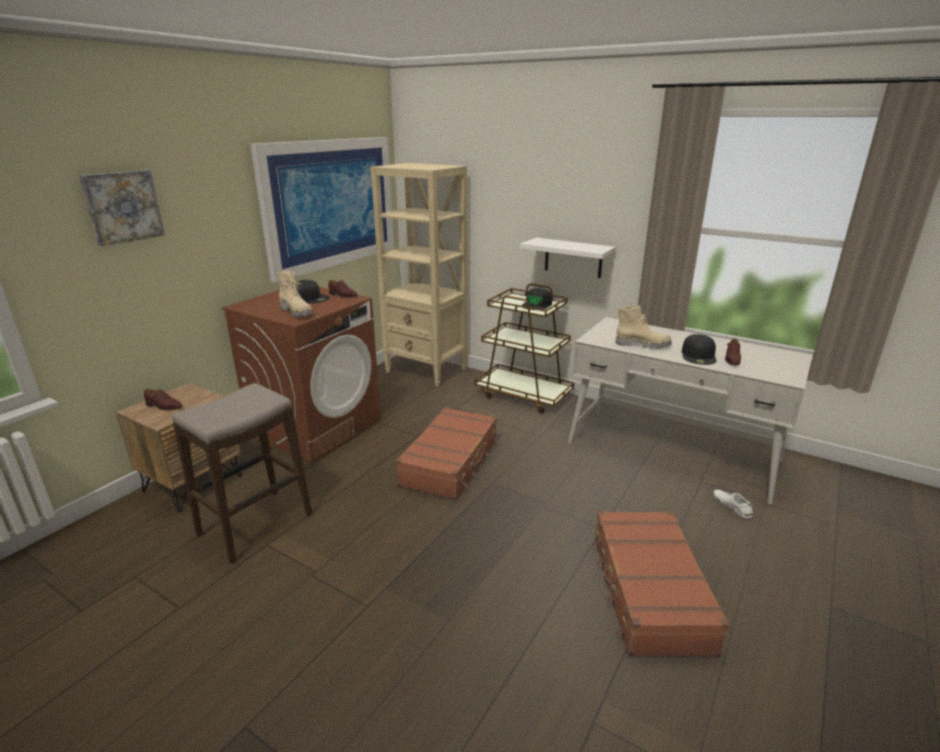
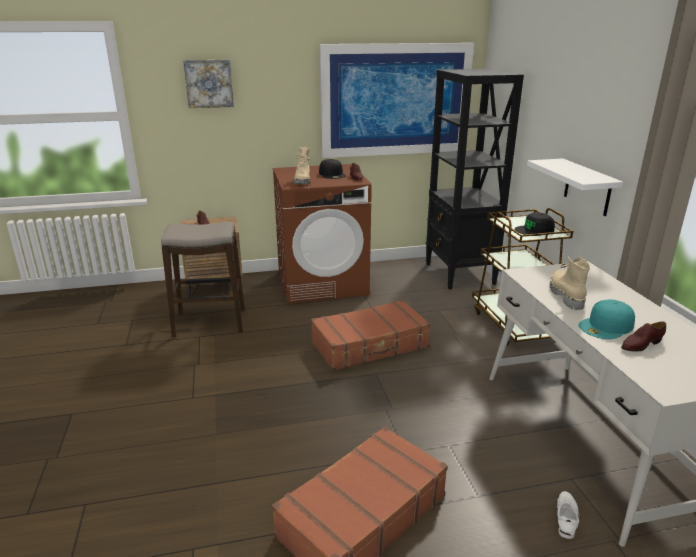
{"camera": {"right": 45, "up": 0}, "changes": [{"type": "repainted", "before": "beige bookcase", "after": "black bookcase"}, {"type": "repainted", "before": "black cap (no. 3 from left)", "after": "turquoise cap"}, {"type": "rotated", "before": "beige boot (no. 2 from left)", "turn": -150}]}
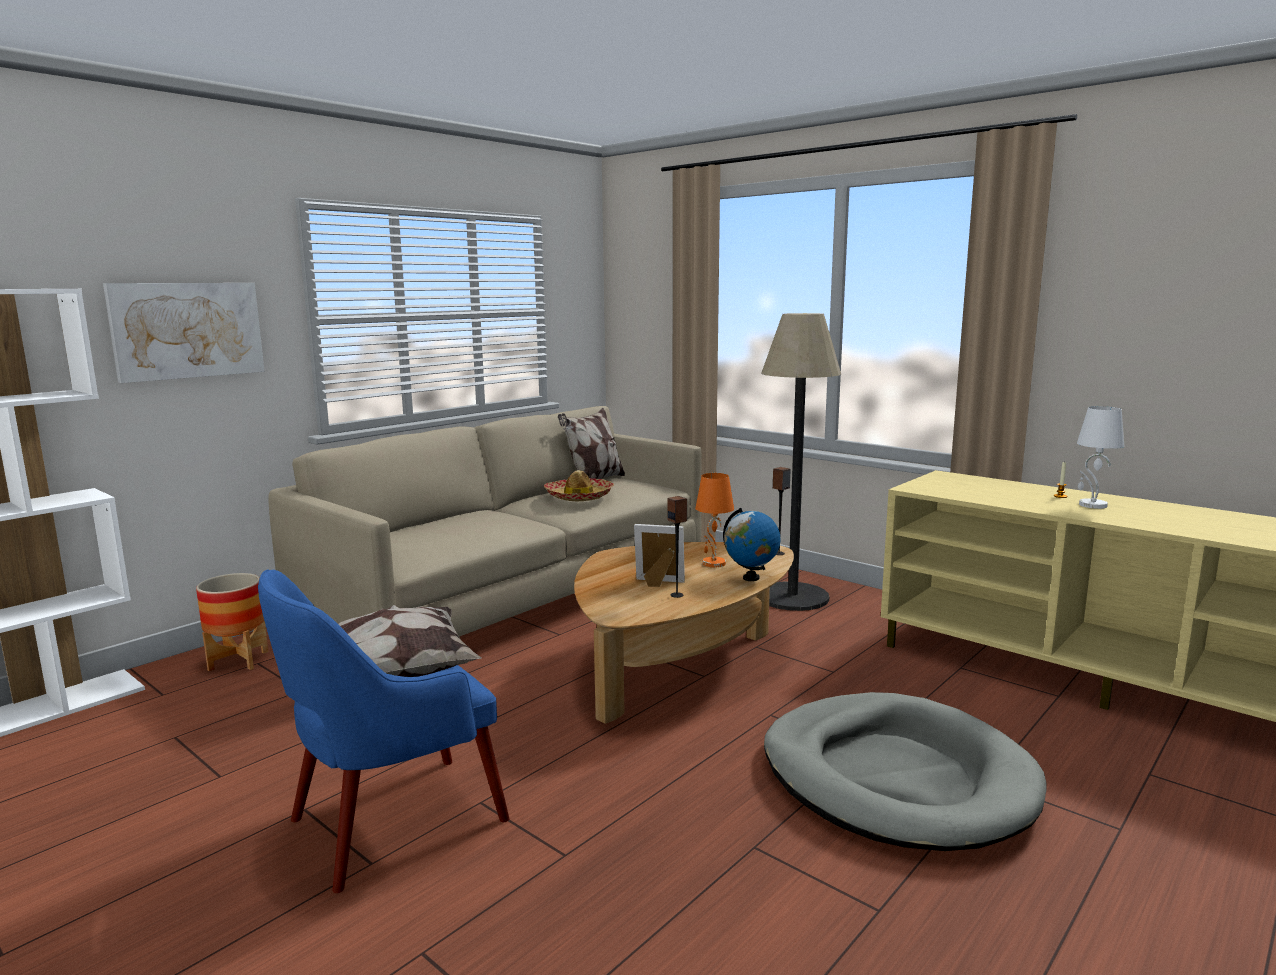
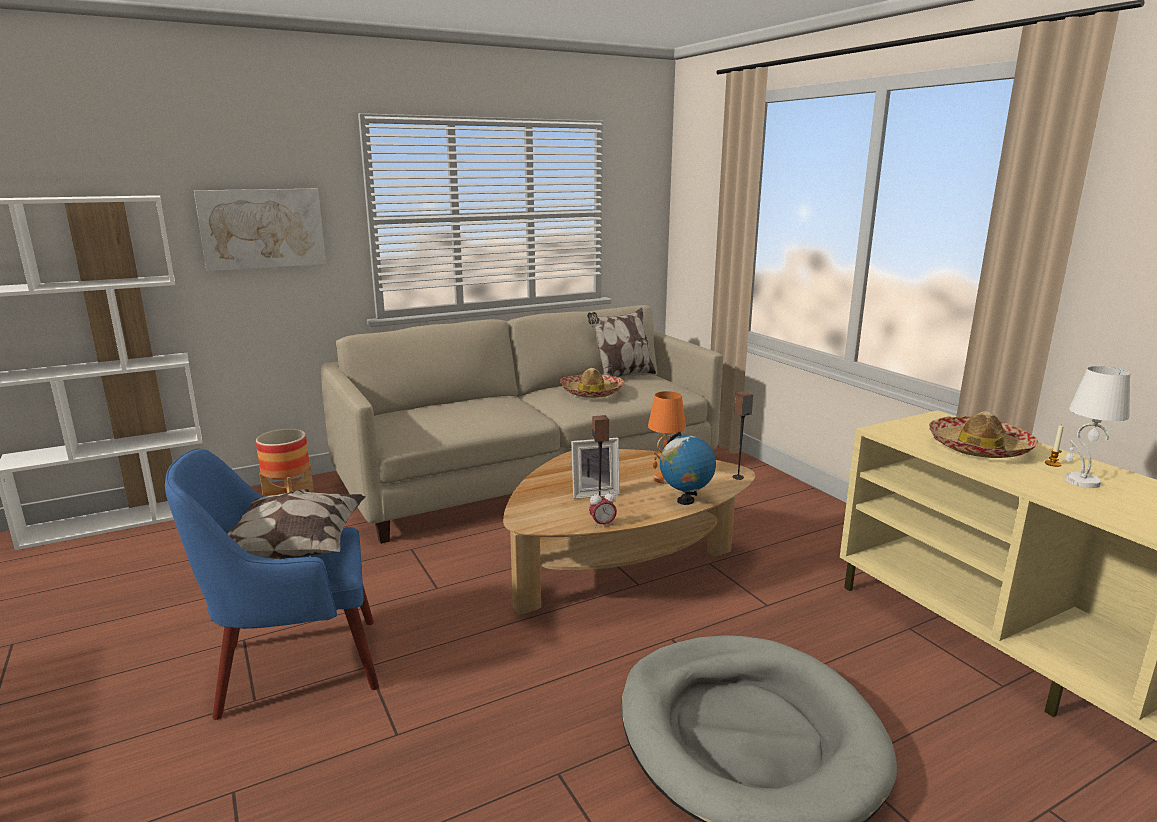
{"camera": {"right": 20, "up": 5}, "changes": [{"type": "gone", "before": "floor lamp"}, {"type": "new", "after": "alarm clock"}, {"type": "new", "after": "hat (no. 2 from left)"}, {"type": "rotated", "before": "picture frame", "turn": 135}]}
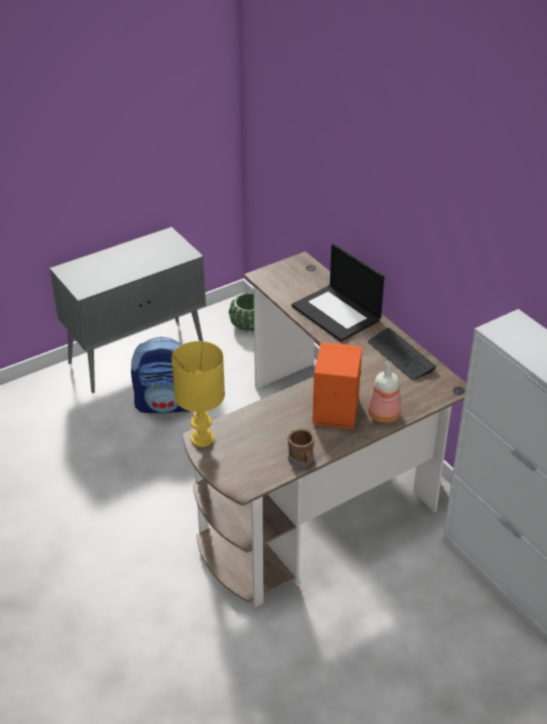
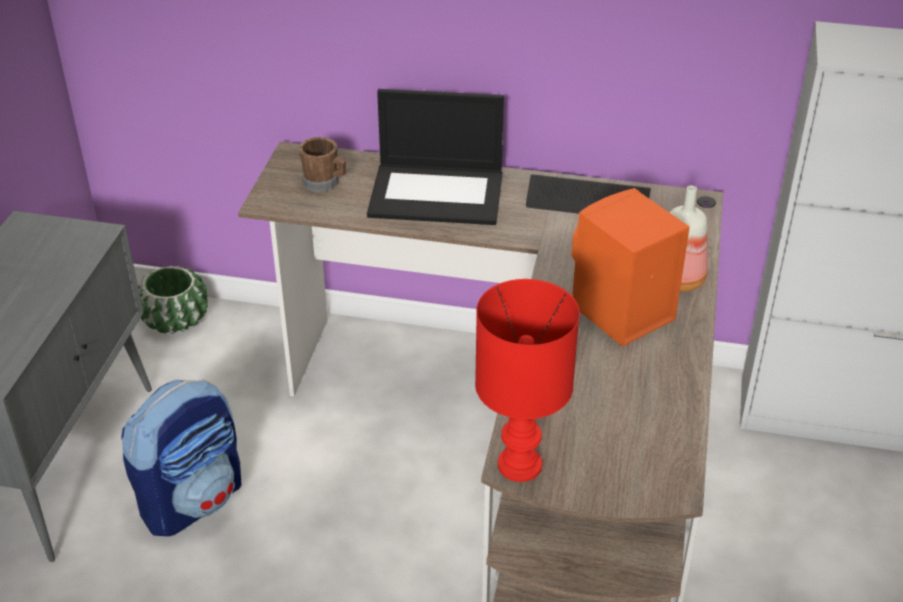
{"camera": {"right": -45, "up": 0}, "changes": [{"type": "shifted", "before": "brown mug"}, {"type": "repainted", "before": "yellow table lamp", "after": "red table lamp"}]}
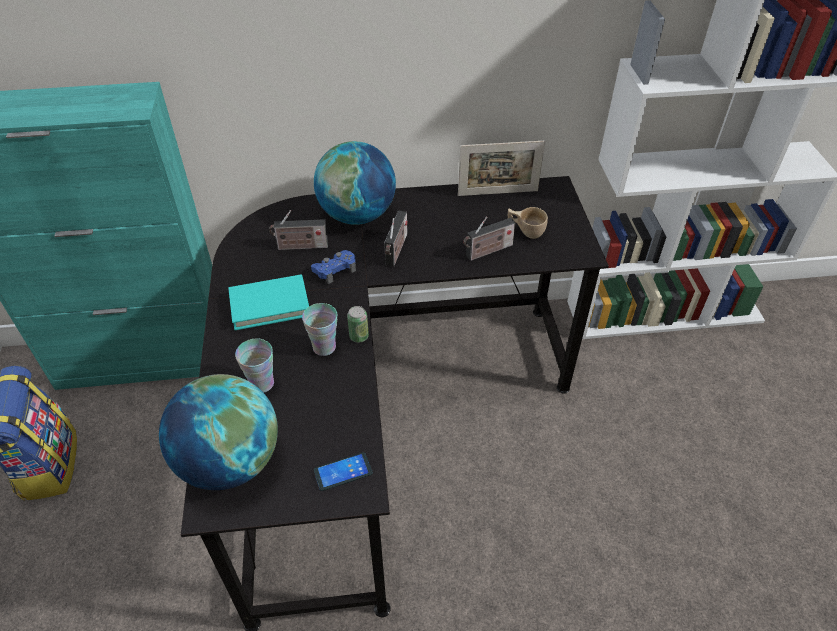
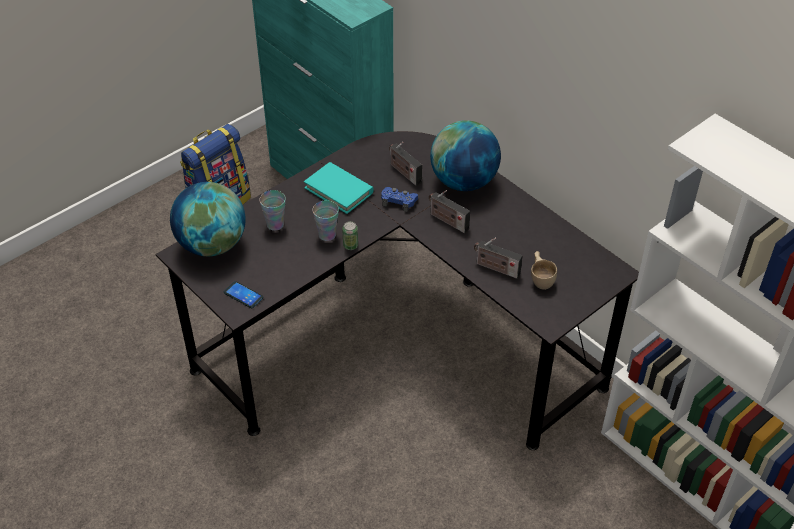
{"camera": {"right": 55, "up": 0}, "changes": [{"type": "gone", "before": "picture frame"}, {"type": "rotated", "before": "radio (no. 2 from left)", "turn": 60}]}
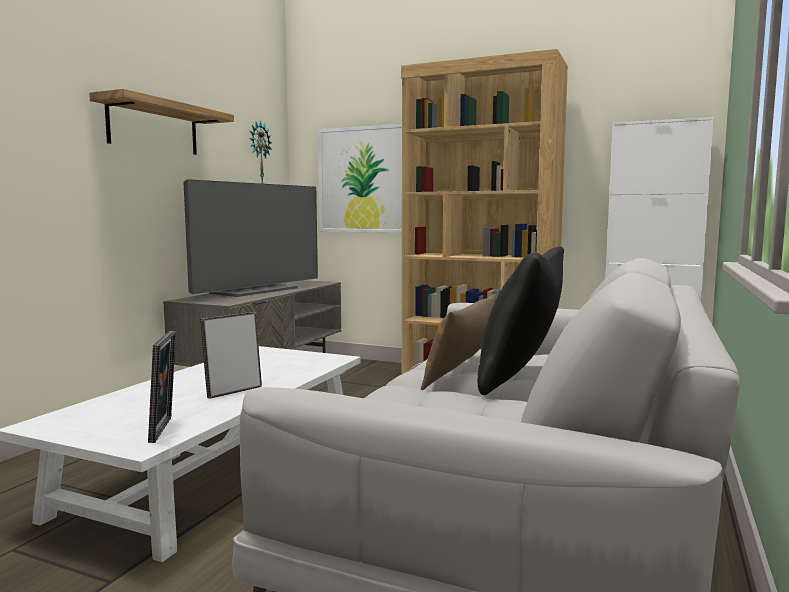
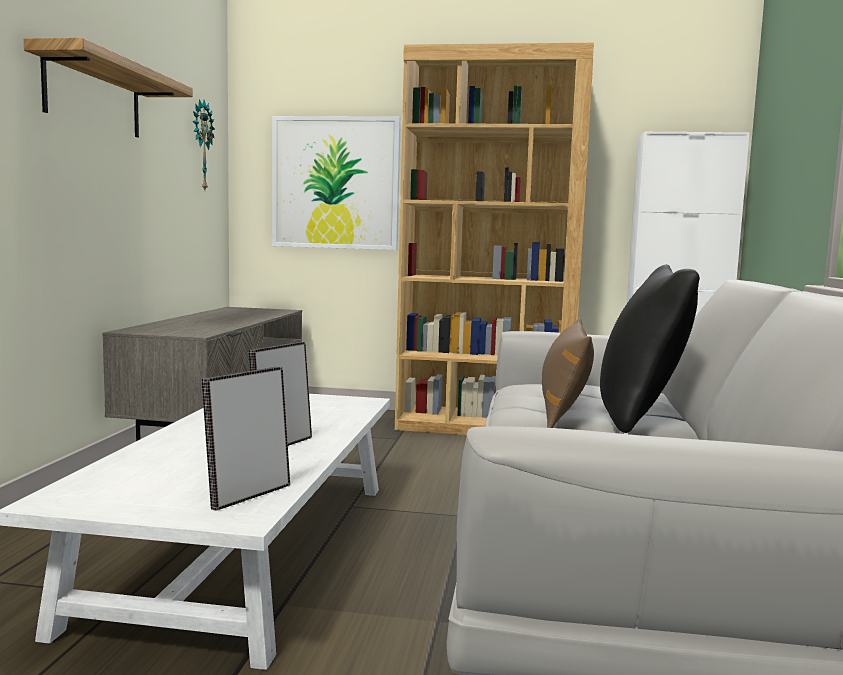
{"camera": {"right": -15, "up": 0}, "changes": [{"type": "gone", "before": "television"}, {"type": "rotated", "before": "picture frame (no. 1 from left)", "turn": -120}]}
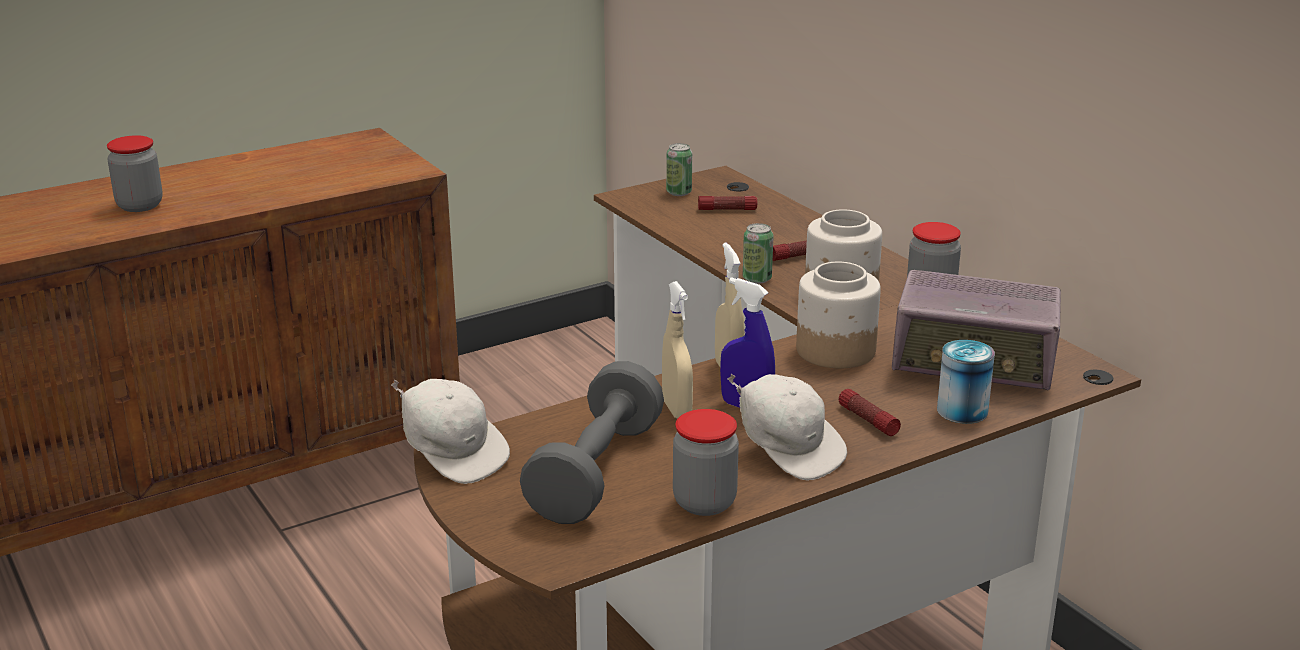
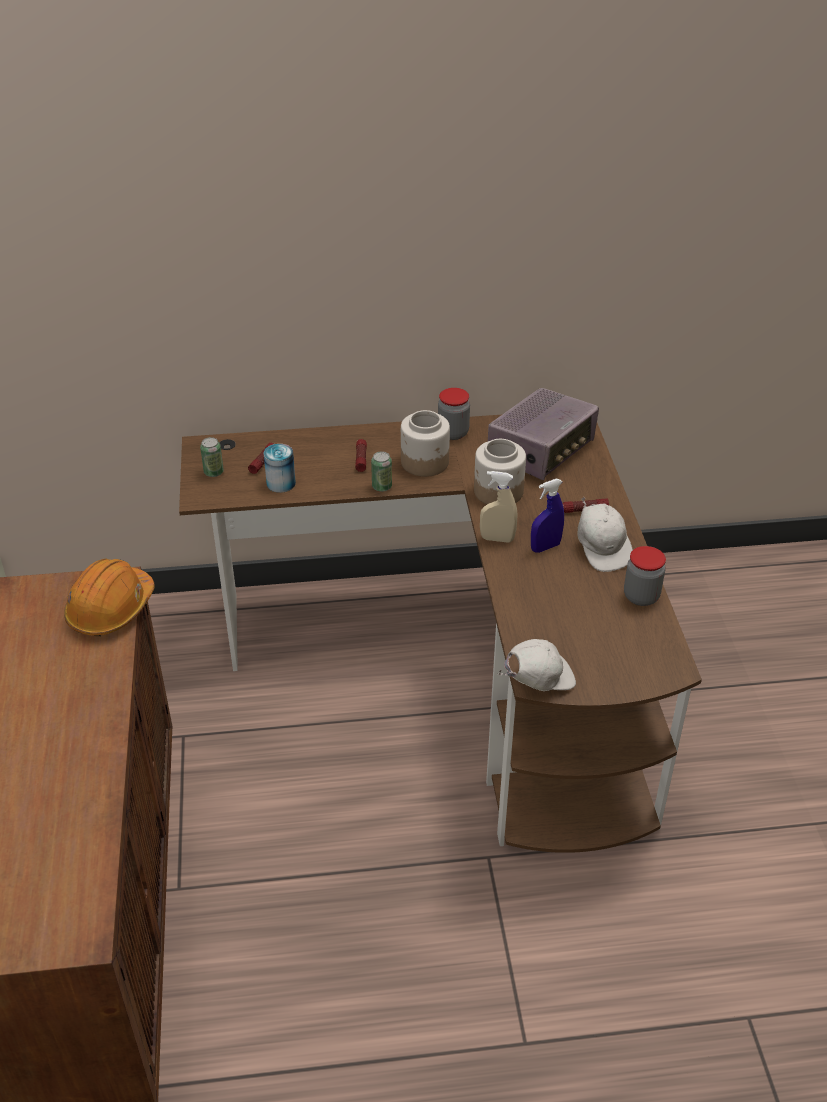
{"camera": {"right": -65, "up": 15}, "changes": [{"type": "gone", "before": "jar (no. 1 from left)"}, {"type": "gone", "before": "grey dumbbell"}, {"type": "gone", "before": "beige spray bottle (no. 1 from left)"}, {"type": "new", "after": "orange hard hat"}, {"type": "shifted", "before": "can (no. 3 from left in the first image)", "after": "can (no. 2 from left)"}, {"type": "rotated", "before": "white cap (no. 2 from left)", "turn": 90}]}
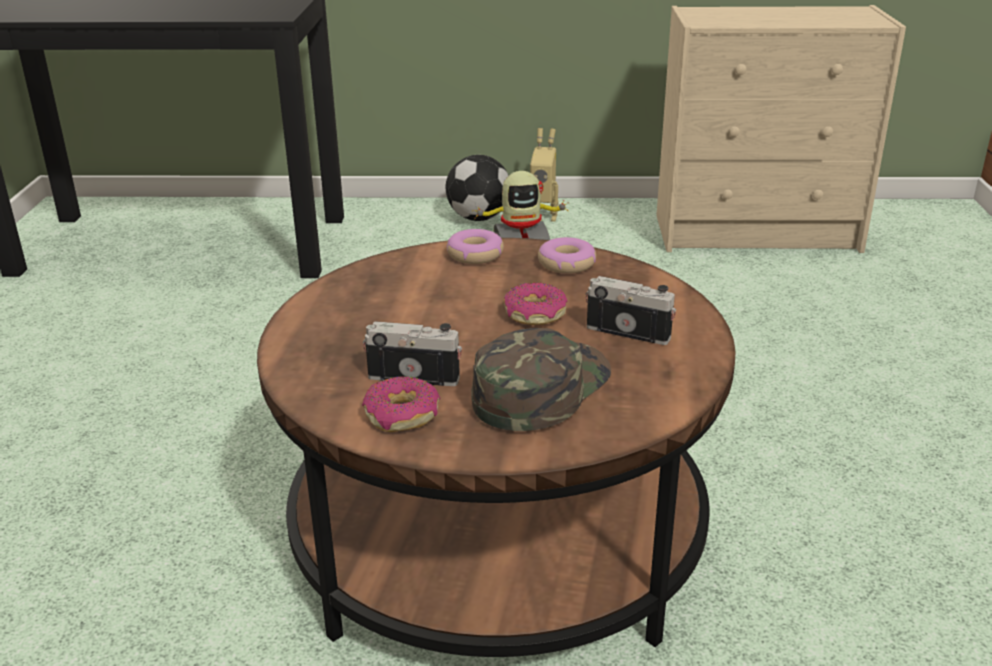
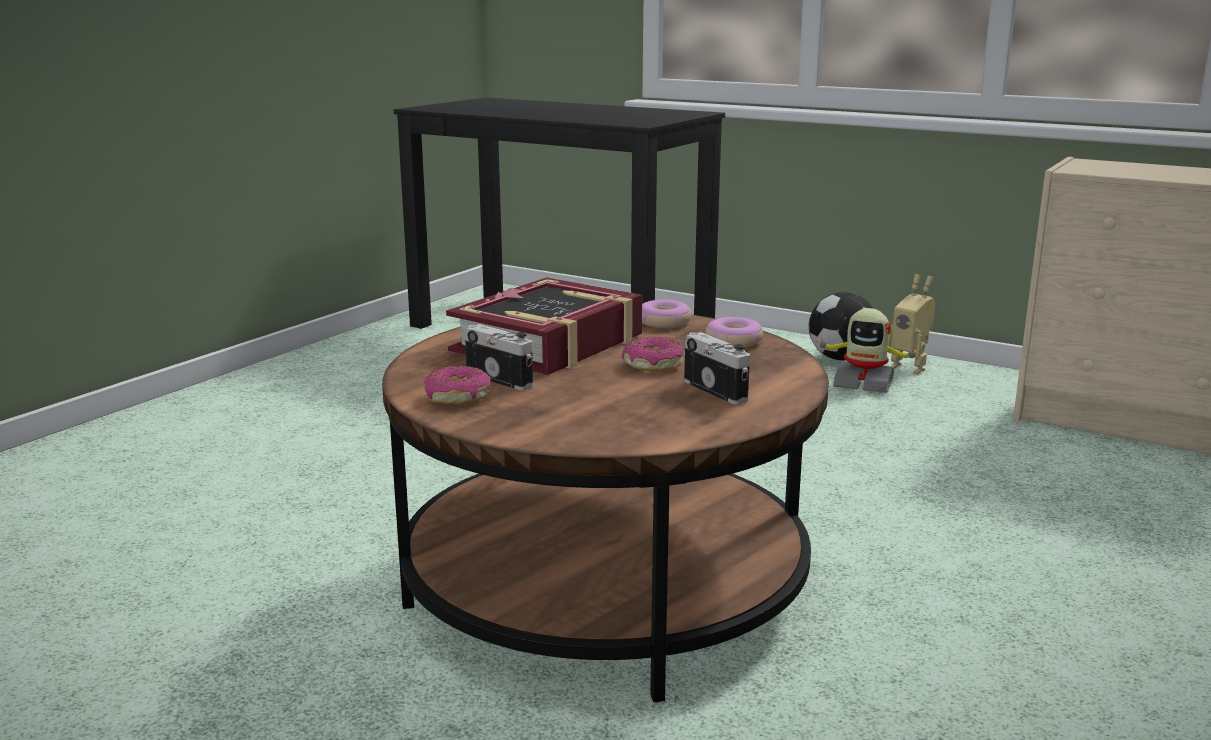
{"camera": {"right": 30, "up": -10}, "changes": [{"type": "gone", "before": "green cap"}, {"type": "new", "after": "book"}]}
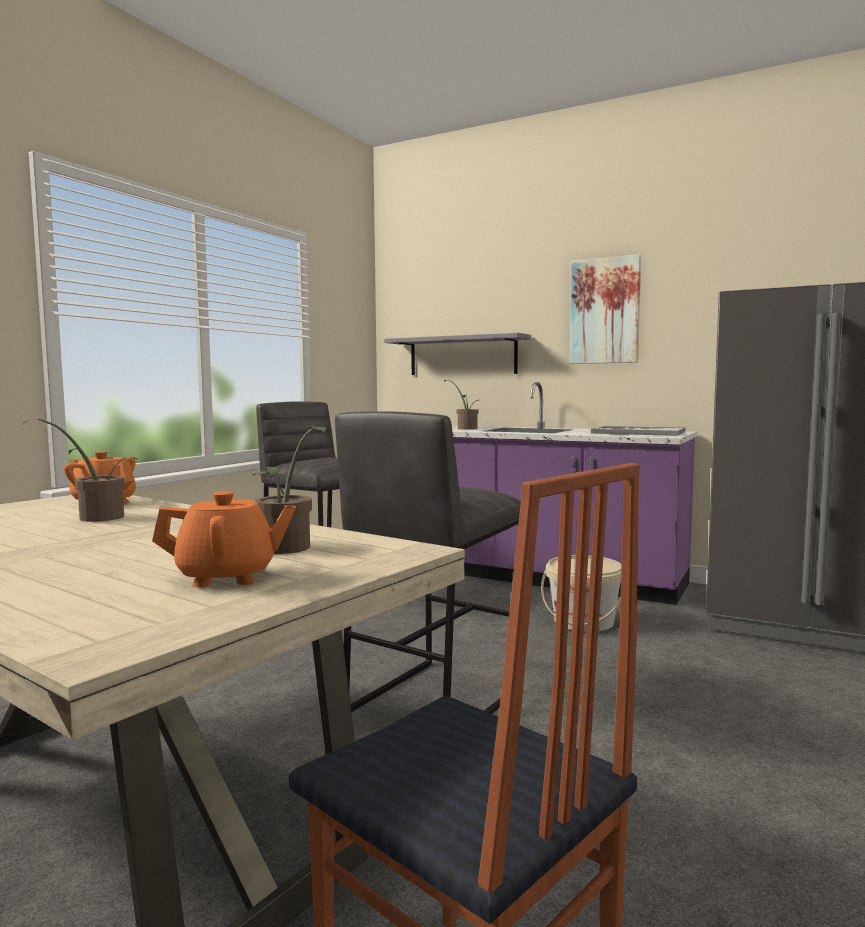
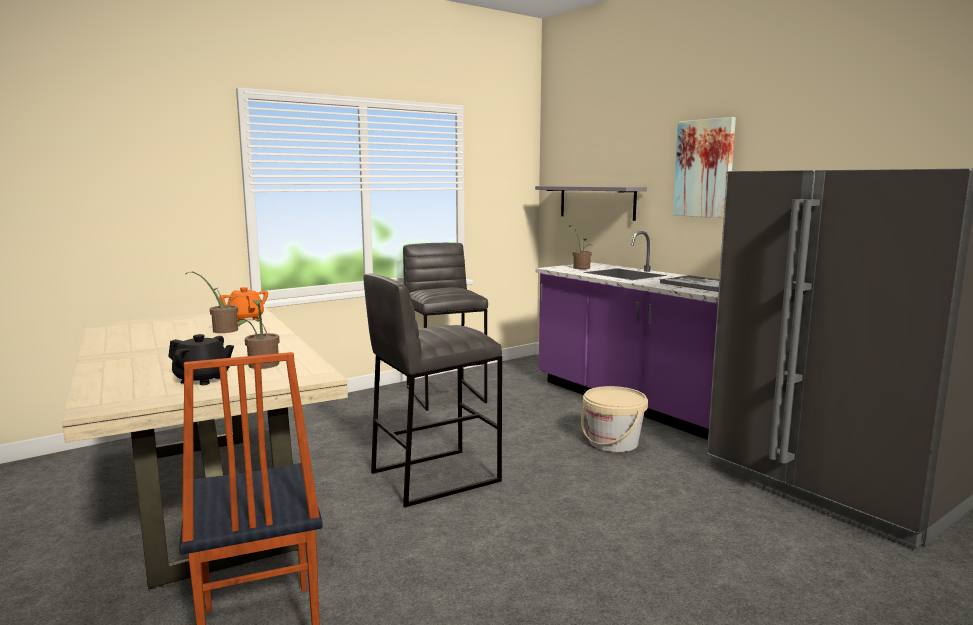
{"camera": {"right": 25, "up": 5}, "changes": [{"type": "repainted", "before": "orange teapot (no. 2 from left)", "after": "black teapot"}]}
